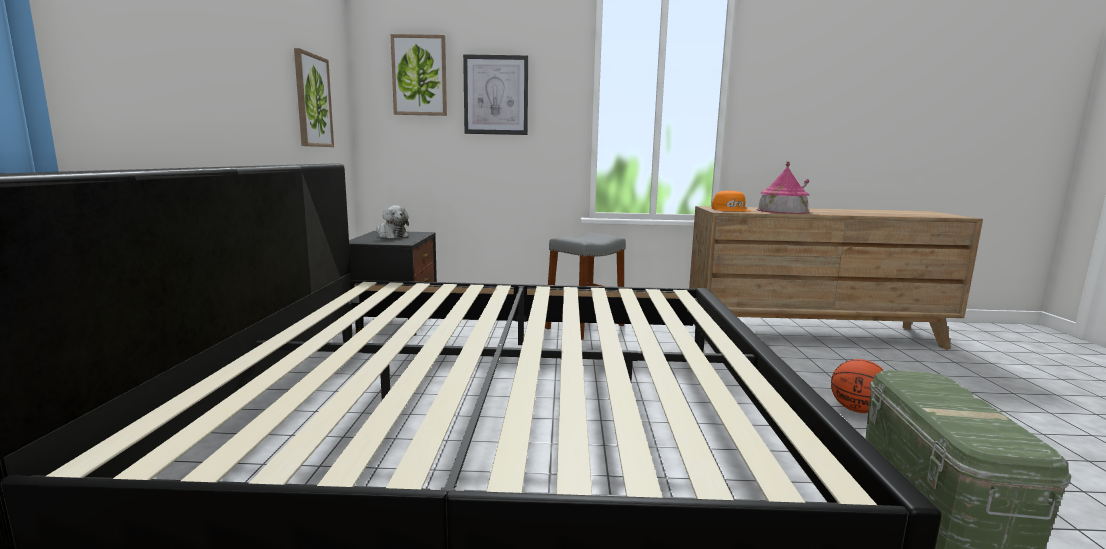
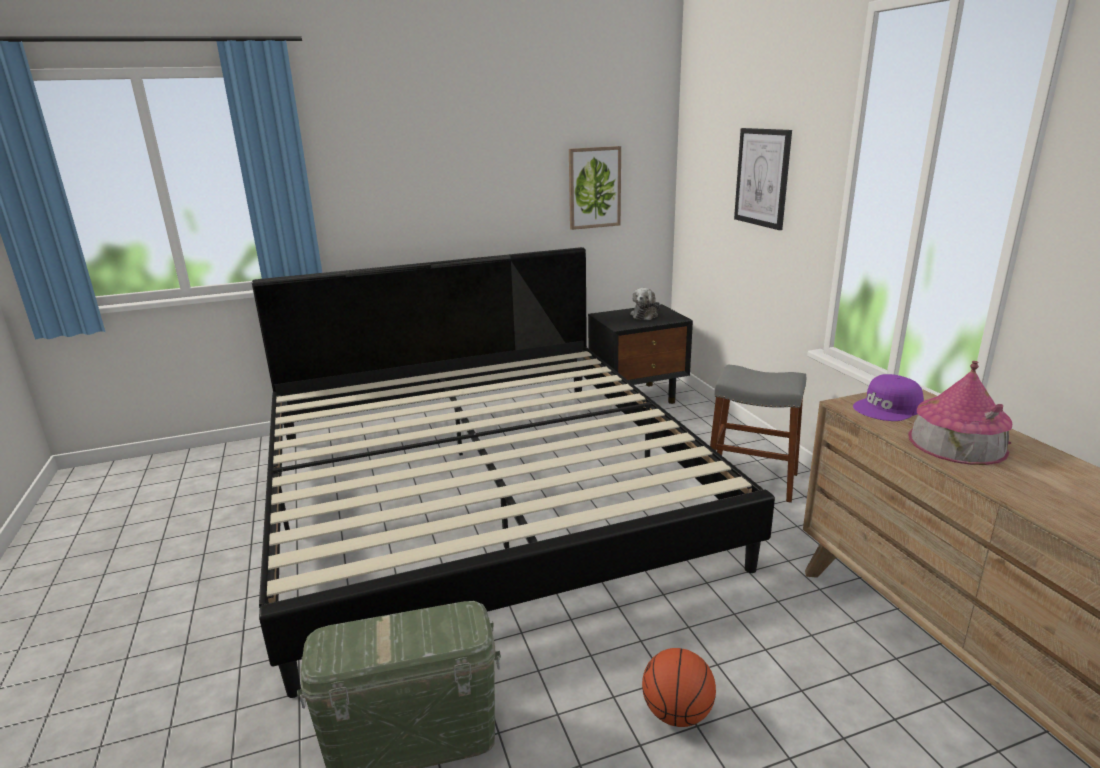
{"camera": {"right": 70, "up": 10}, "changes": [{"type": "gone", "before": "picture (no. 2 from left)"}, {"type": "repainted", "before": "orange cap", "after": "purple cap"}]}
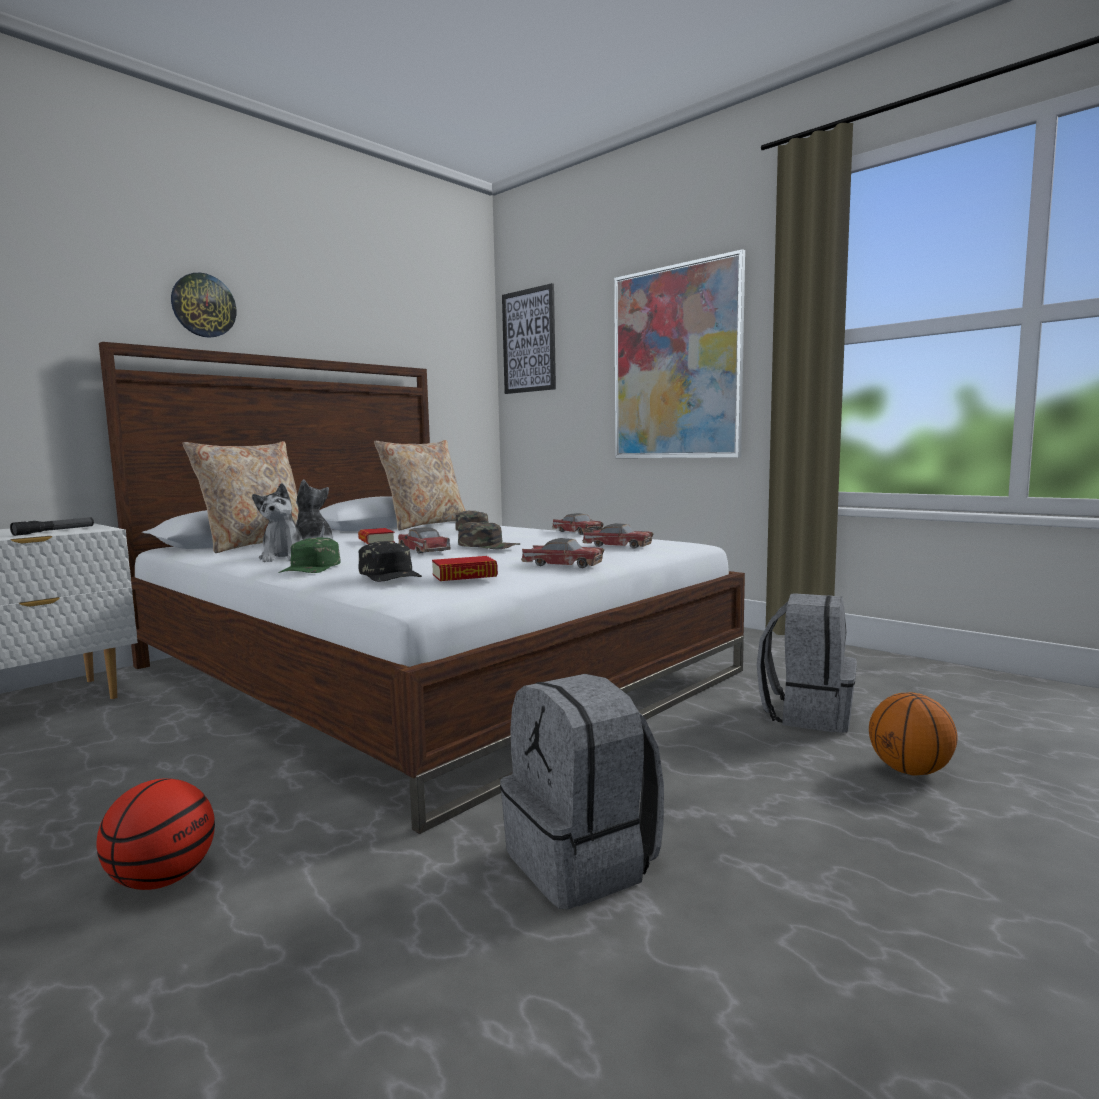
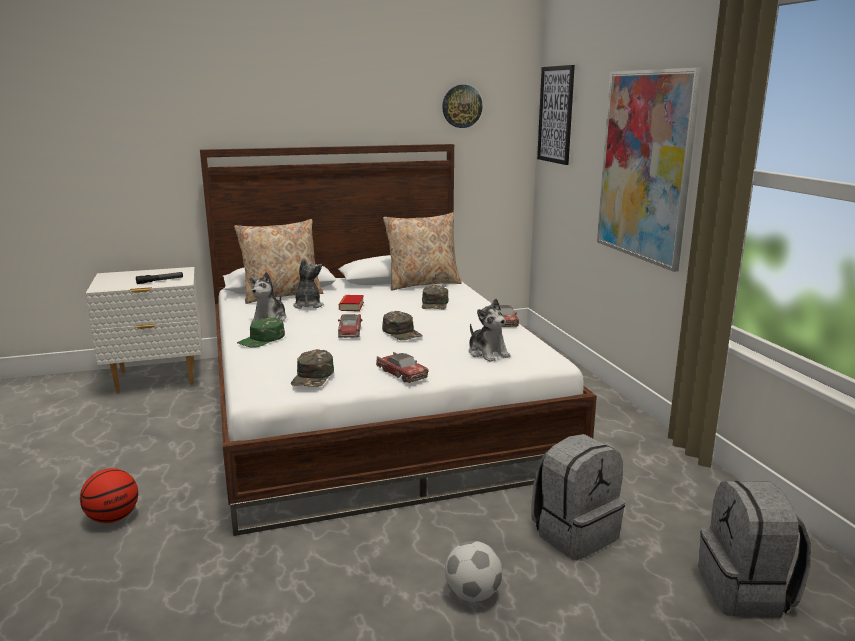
{"camera": {"right": 30, "up": 10}, "changes": [{"type": "gone", "before": "black cap"}, {"type": "gone", "before": "basketball (no. 2 from left)"}, {"type": "new", "after": "football"}, {"type": "shifted", "before": "wall clock"}, {"type": "shifted", "before": "grey backpack (no. 1 from left in the first image)", "after": "grey backpack (no. 2 from left)"}, {"type": "swapped", "before": "book (no. 2 from left)", "after": "green cap (no. 2 from left)"}, {"type": "swapped", "before": "toy car (no. 4 from left)", "after": "plush toy (no. 3 from left)"}]}
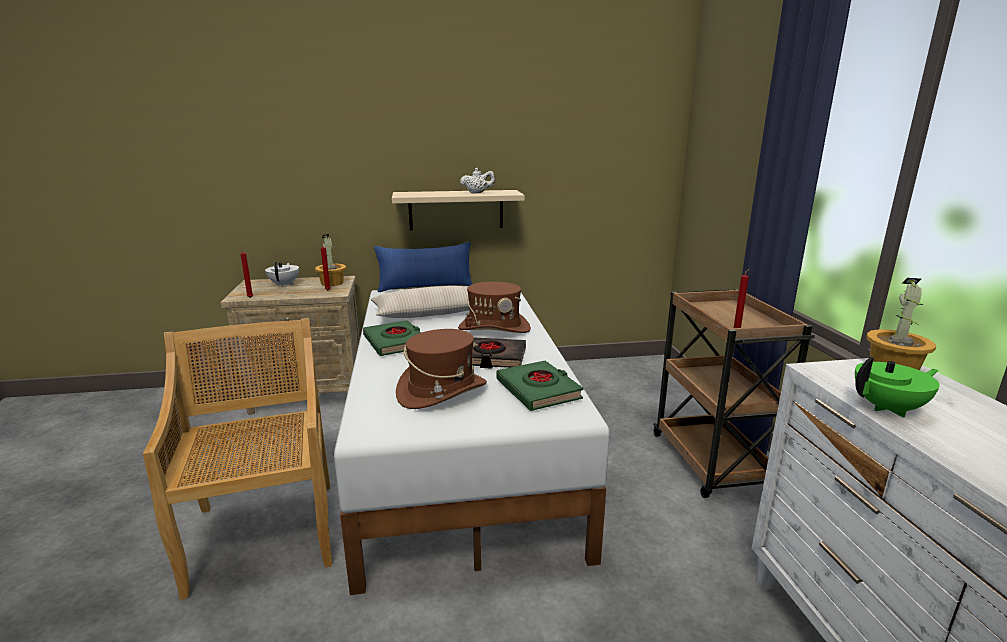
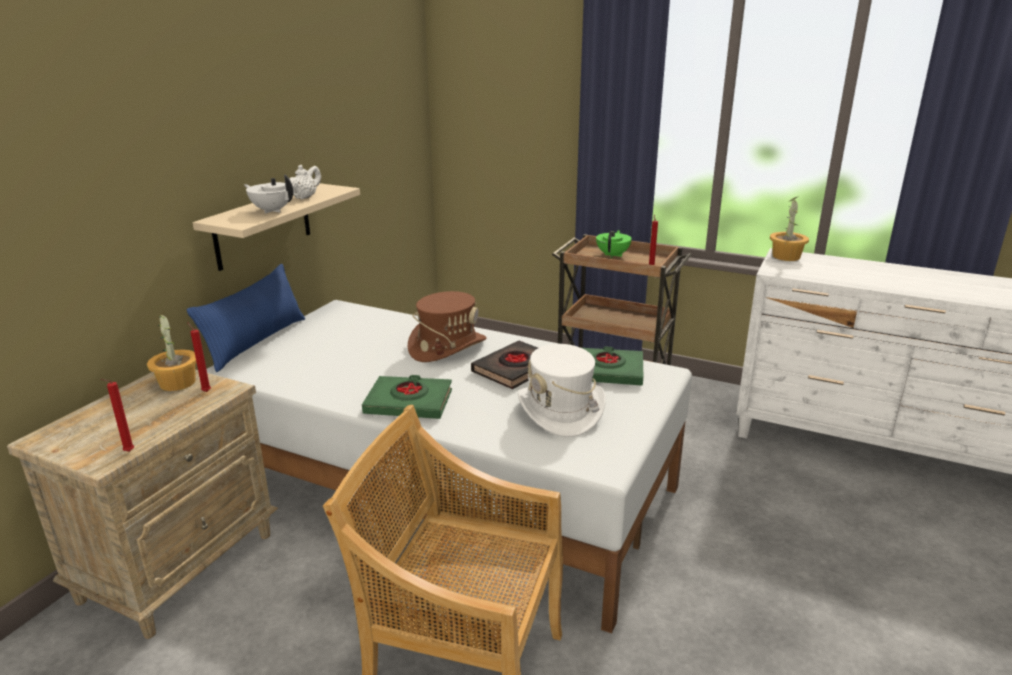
{"camera": {"right": -55, "up": 5}, "changes": [{"type": "gone", "before": "beige pillow"}, {"type": "shifted", "before": "white teapot (no. 1 from left)"}, {"type": "shifted", "before": "green teapot"}, {"type": "repainted", "before": "brown hat (no. 1 from left)", "after": "white hat"}]}
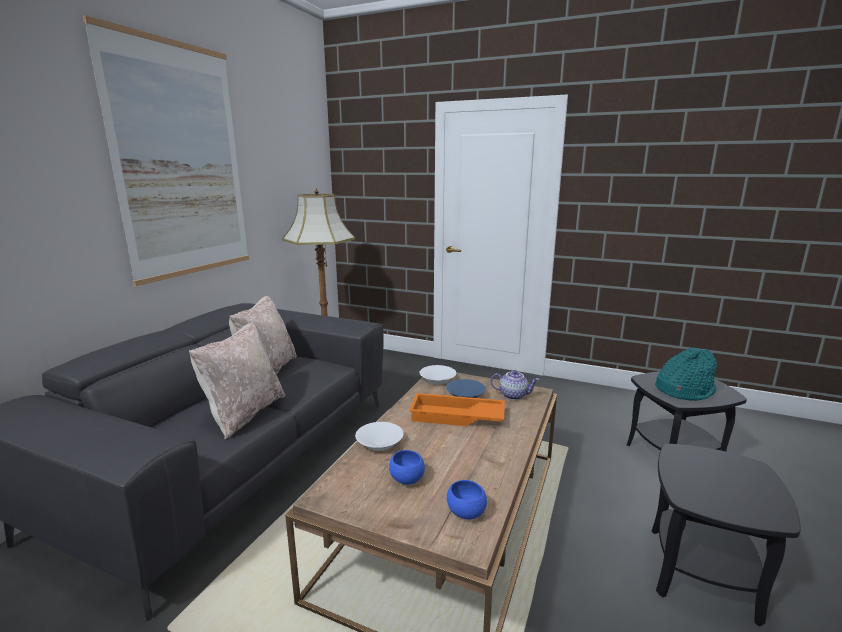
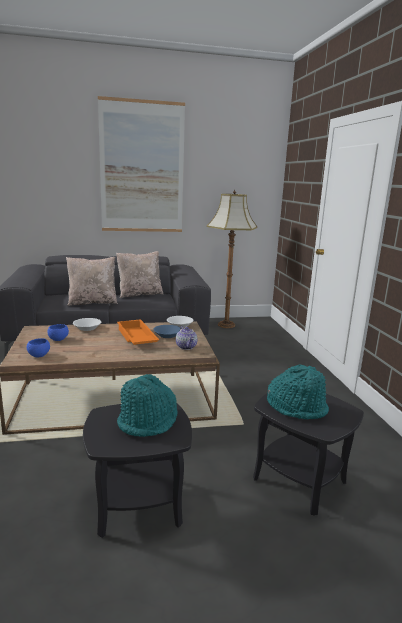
{"camera": {"right": 55, "up": 0}, "changes": [{"type": "new", "after": "turquoise hat (no. 1 from left)"}]}
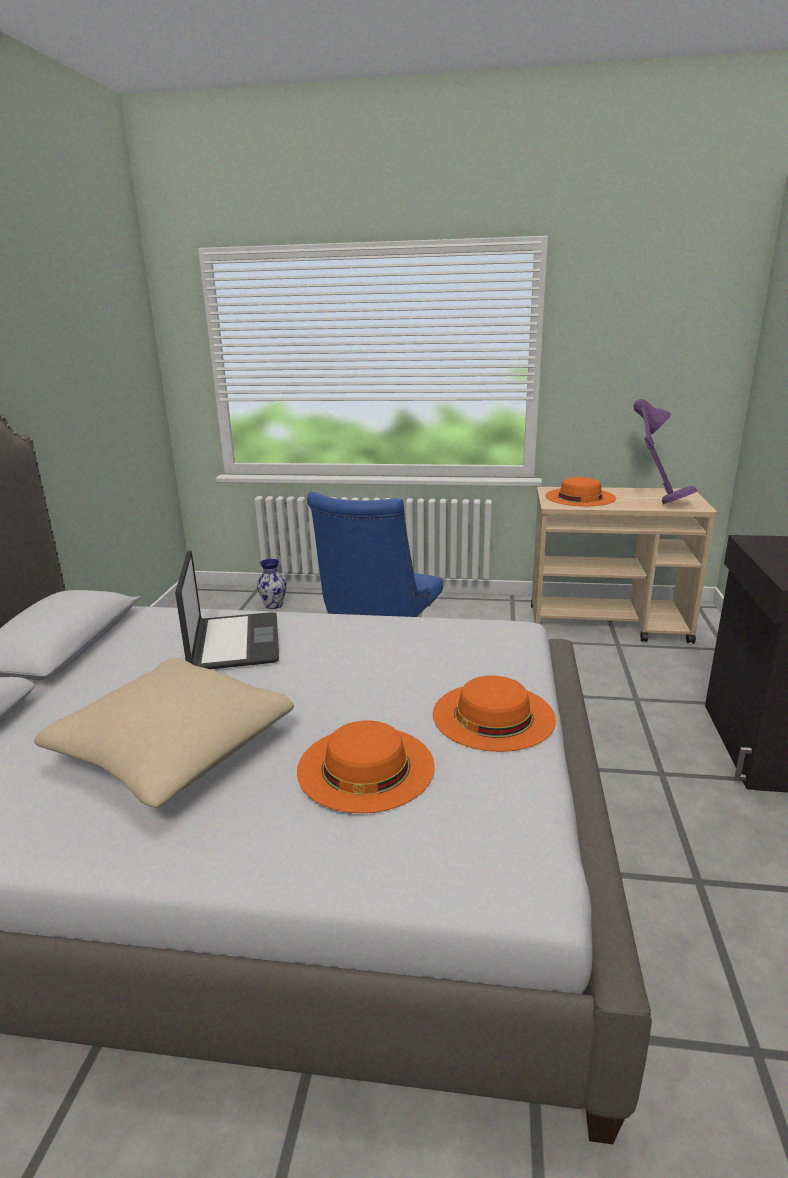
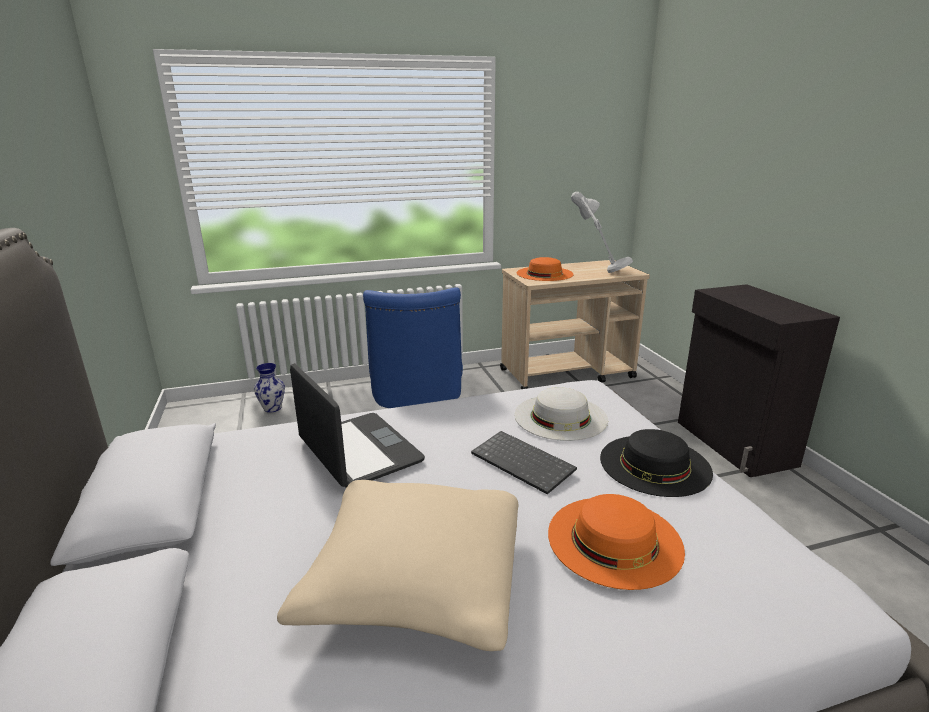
{"camera": {"right": -25, "up": 0}, "changes": [{"type": "new", "after": "keyboard"}, {"type": "new", "after": "white hat"}, {"type": "repainted", "before": "orange hat (no. 2 from left)", "after": "black hat"}, {"type": "repainted", "before": "purple table lamp", "after": "grey table lamp"}]}
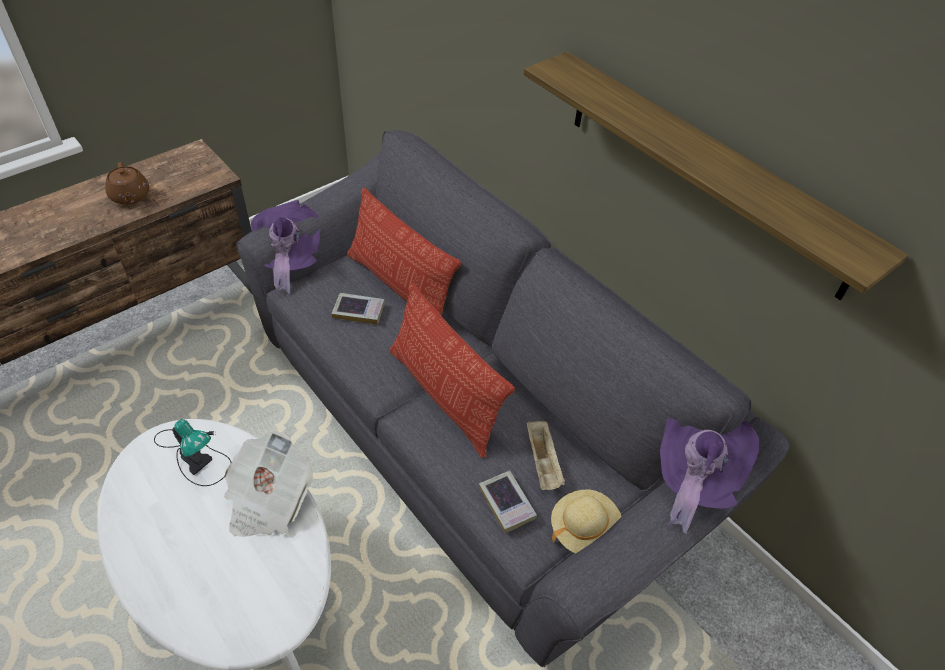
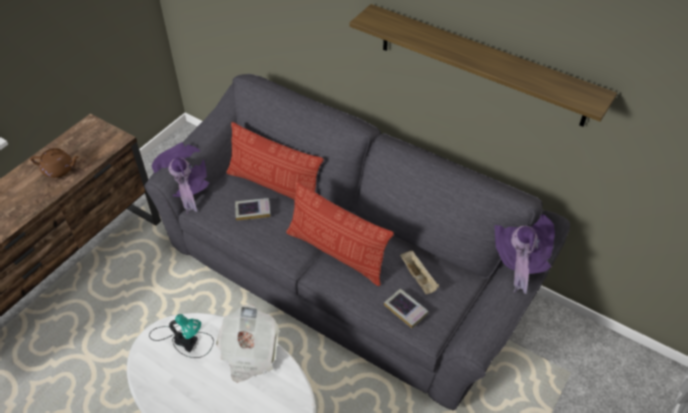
{"camera": {"right": -15, "up": 0}, "changes": [{"type": "gone", "before": "beige hat"}, {"type": "rotated", "before": "brown teapot", "turn": -45}]}
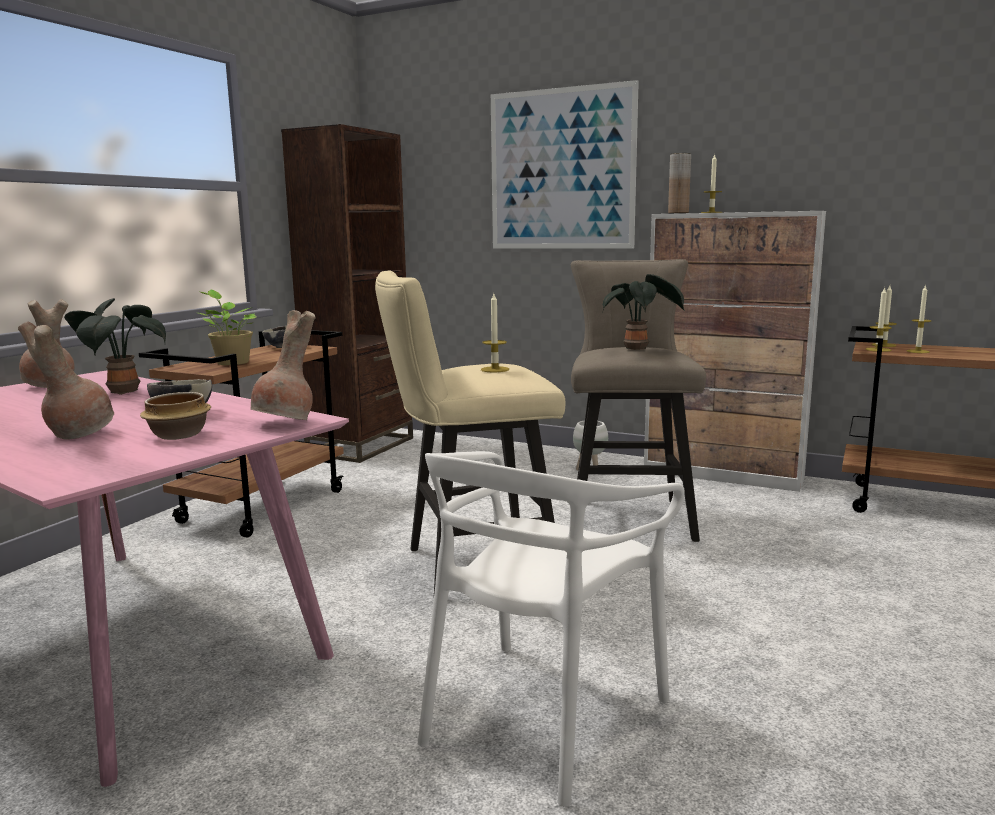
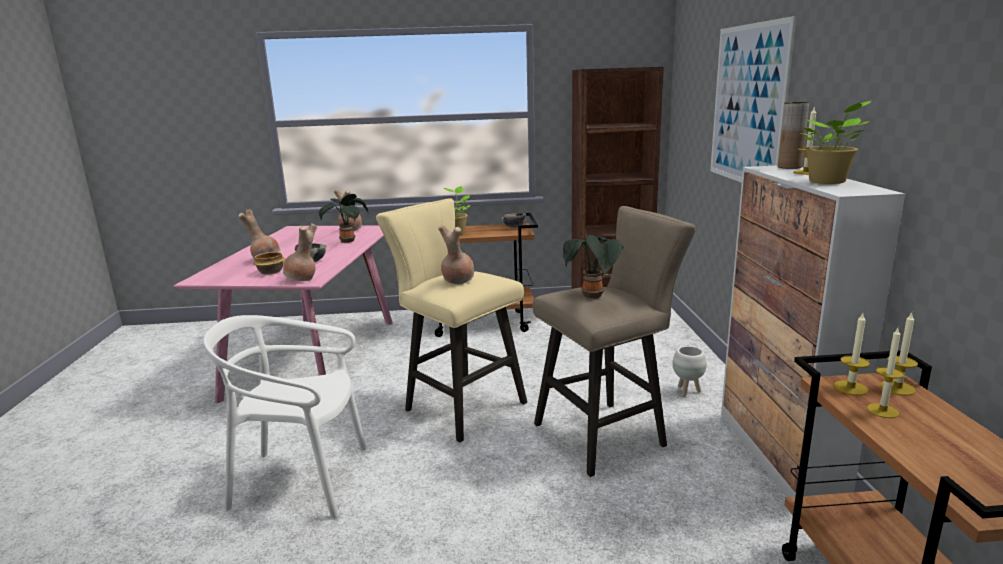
{"camera": {"right": 60, "up": 5}, "changes": [{"type": "new", "after": "potted plant (no. 4 from left)"}, {"type": "swapped", "before": "candle (no. 1 from left)", "after": "brown vase (no. 4 from left)"}]}
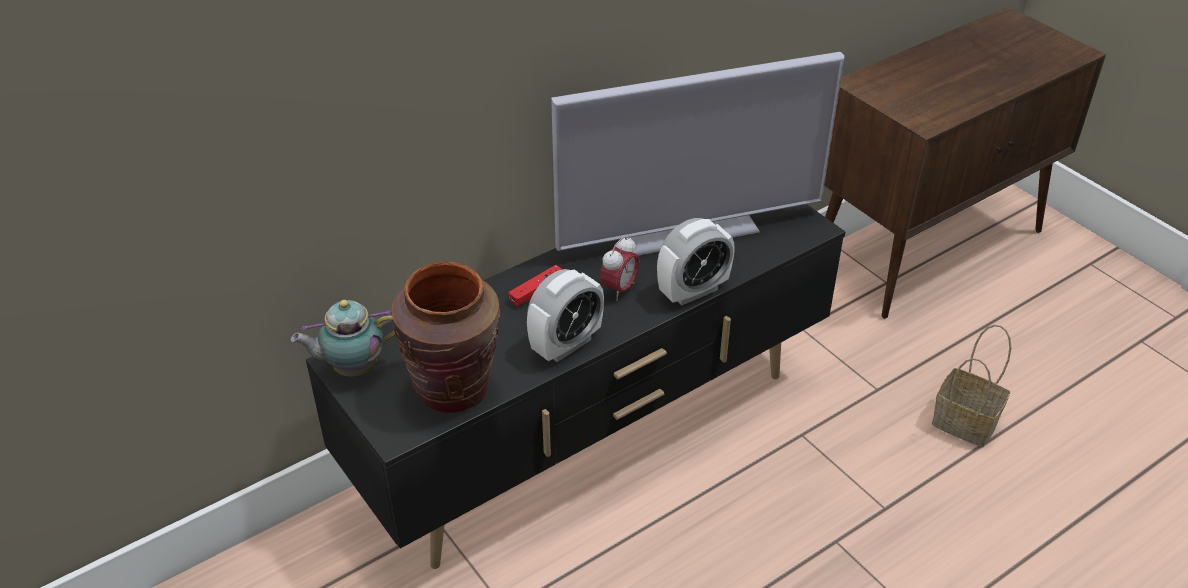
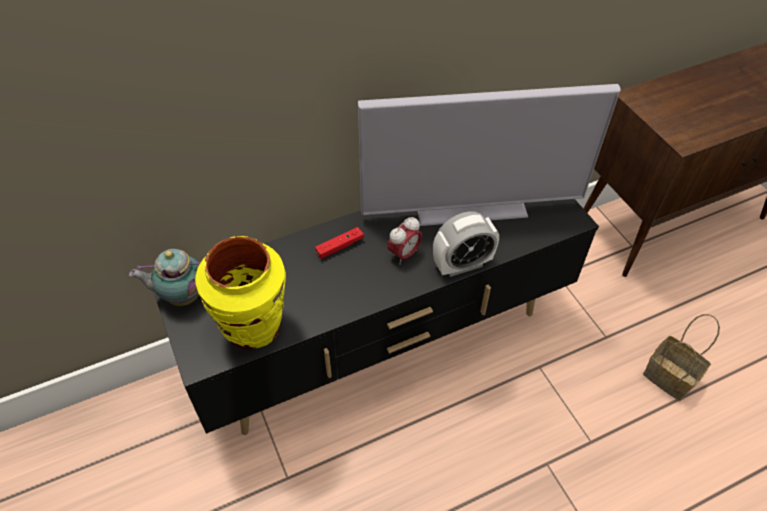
{"camera": {"right": 10, "up": 10}, "changes": [{"type": "gone", "before": "alarm clock (no. 1 from left)"}, {"type": "repainted", "before": "brown vase", "after": "yellow vase"}]}
